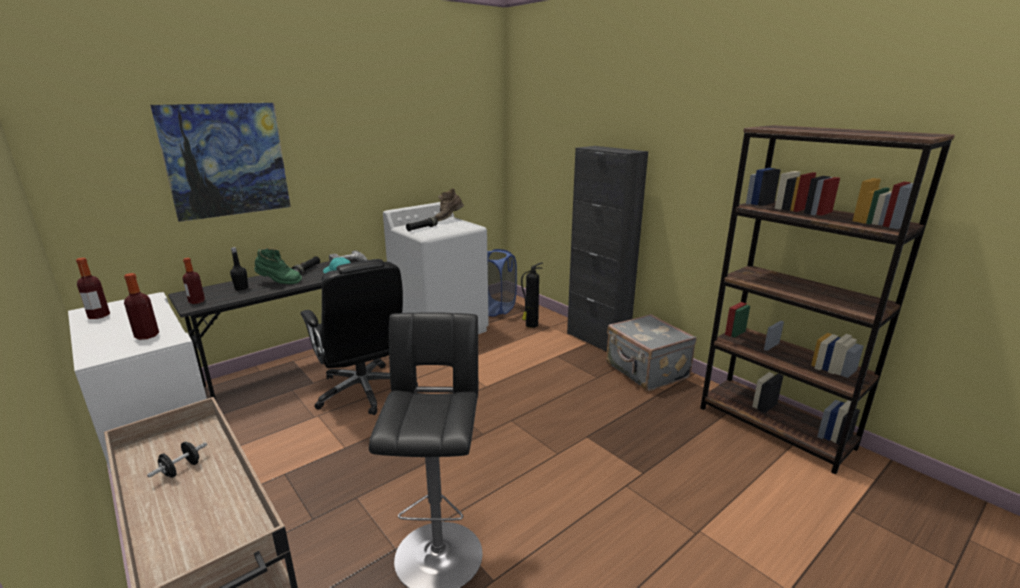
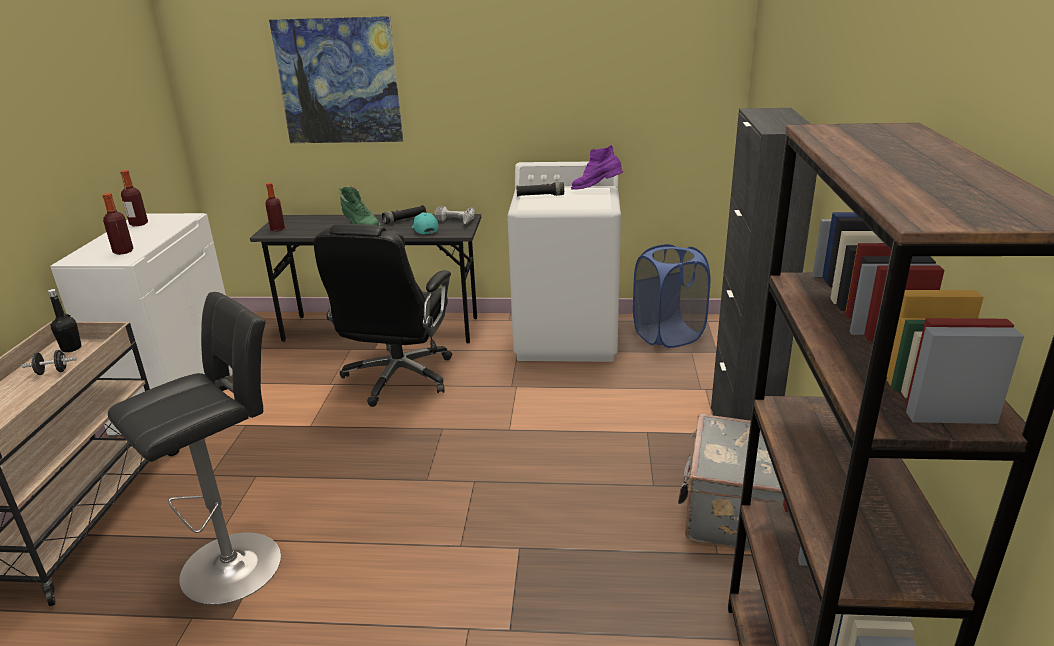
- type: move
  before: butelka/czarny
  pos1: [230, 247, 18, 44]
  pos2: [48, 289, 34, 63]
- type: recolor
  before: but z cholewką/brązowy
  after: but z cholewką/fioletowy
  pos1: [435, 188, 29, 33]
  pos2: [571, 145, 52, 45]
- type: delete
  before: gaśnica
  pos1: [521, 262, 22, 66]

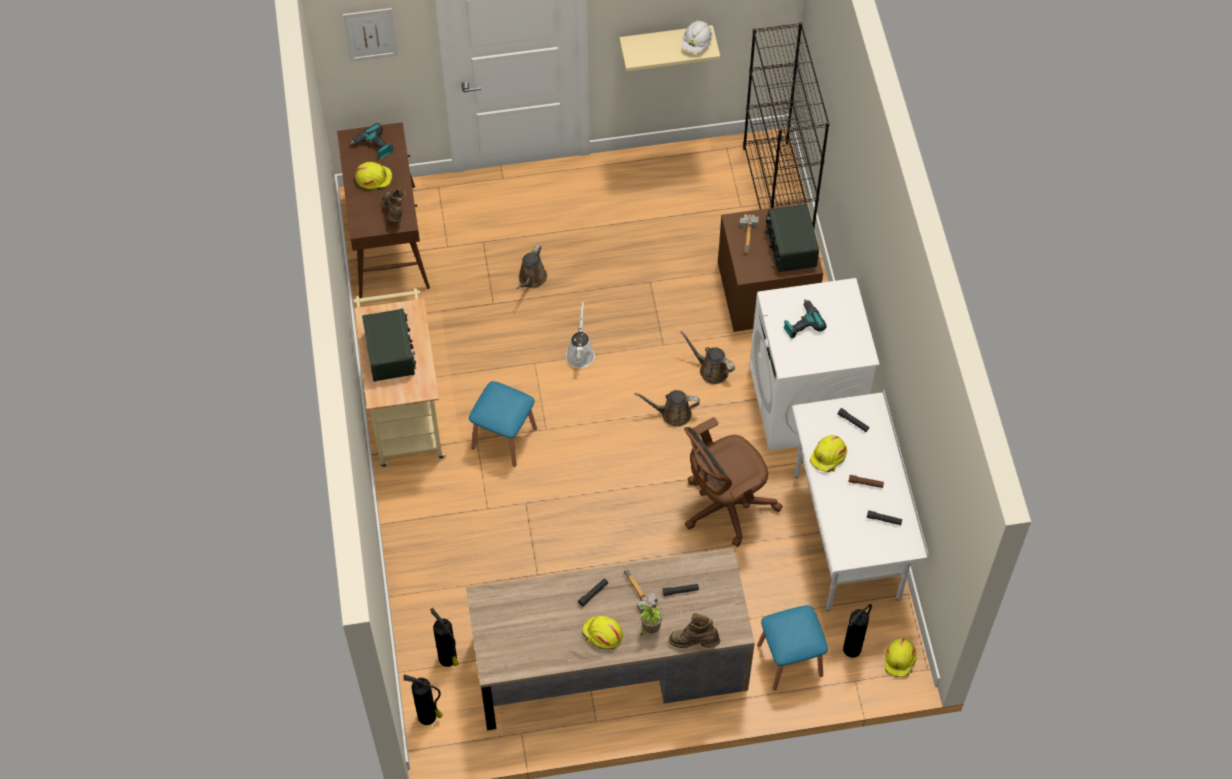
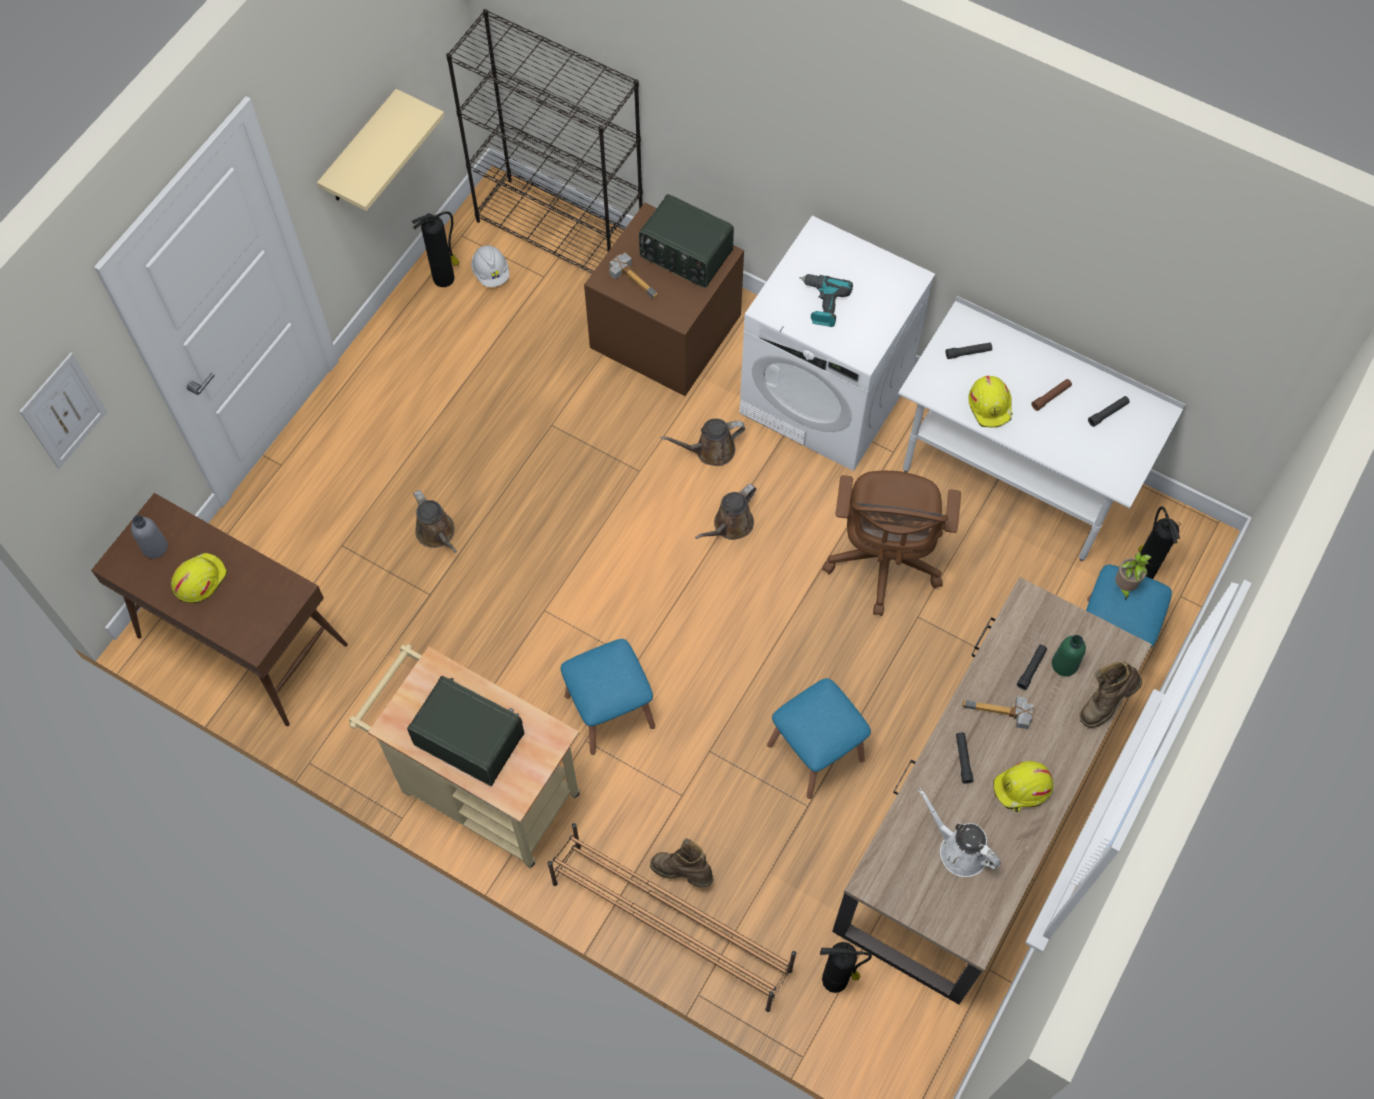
- type: replace
  before: wiertarka
  after: butelka/szary
  pos1: [350, 123, 43, 36]
  pos2: [131, 515, 37, 44]
- type: move
  before: gaśnica
  pos1: [403, 675, 40, 50]
  pos2: [412, 211, 47, 76]
- type: move
  before: kask/biały
  pos1: [682, 20, 31, 33]
  pos2: [471, 245, 38, 42]
- type: insert
  after: regał na buty/brązowy
  pos2: [548, 823, 248, 189]
- type: move
  before: but z cholewką/brązowy
  pos1: [382, 188, 24, 34]
  pos2: [650, 838, 63, 50]
- type: insert
  after: stołek/niebieski
  pos2: [767, 678, 104, 121]
- type: move
  before: konewka/biały
  pos1: [566, 301, 29, 67]
  pos2: [918, 788, 83, 89]
- type: insert
  after: butelka/zielony
  pos2: [1052, 635, 34, 41]
- type: move
  before: roślina doniczkowa
  pos1: [639, 605, 23, 30]
  pos2: [1115, 552, 36, 48]
- type: delete
  before: kask/żółty
  pos1: [885, 638, 32, 39]

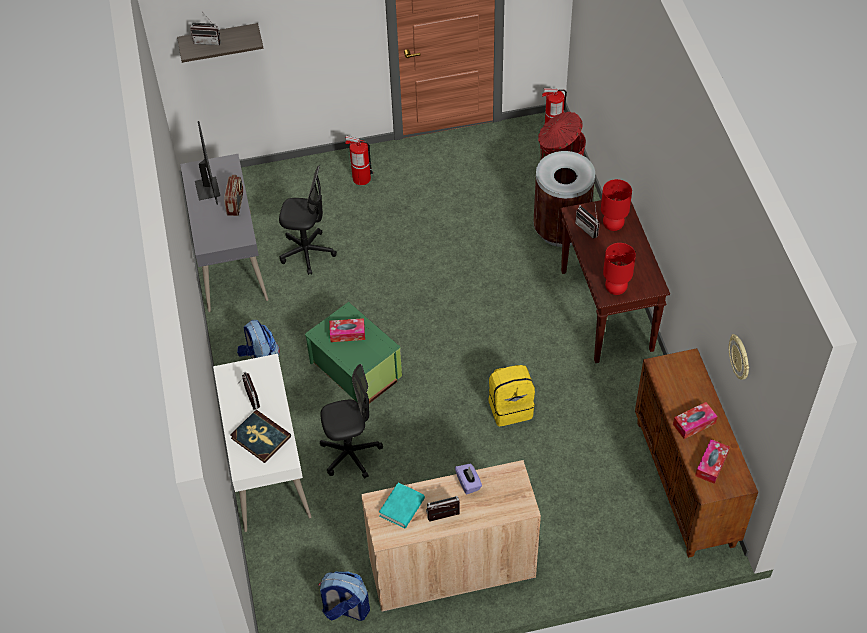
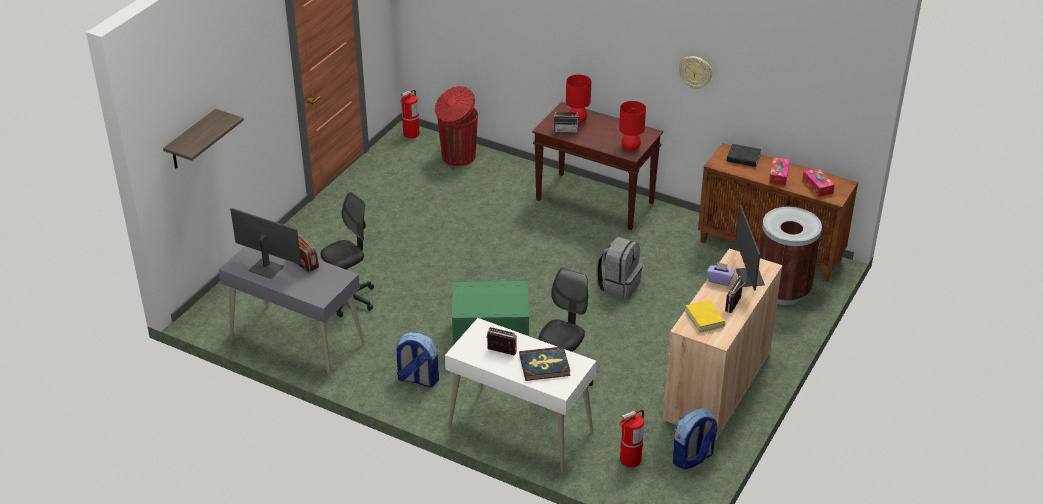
- type: recolor
  before: plecak/żółty
  after: plecak/szary
  pos1: [488, 365, 47, 61]
  pos2: [596, 237, 47, 63]
- type: move
  before: gaśnica
  pos1: [345, 135, 28, 50]
  pos2: [620, 410, 24, 57]
- type: move
  before: zegar ścienny
  pos1: [729, 334, 20, 46]
  pos2: [679, 56, 33, 33]
- type: recolor
  before: książka/turkusowy
  after: książka/żółty
  pos1: [379, 482, 46, 46]
  pos2: [685, 300, 40, 33]
- type: insert
  after: książka/czarny
  pos2: [727, 144, 34, 23]
- type: insert
  after: monitor
  pos2: [736, 205, 29, 85]
- type: move
  before: kosz na śmieci/brązowy
  pos1: [533, 151, 62, 96]
  pos2: [759, 207, 63, 98]
- type: delete
  before: radio
  pos1: [190, 13, 31, 32]
- type: delete
  before: pudełko chusteczek
  pos1: [329, 318, 36, 24]

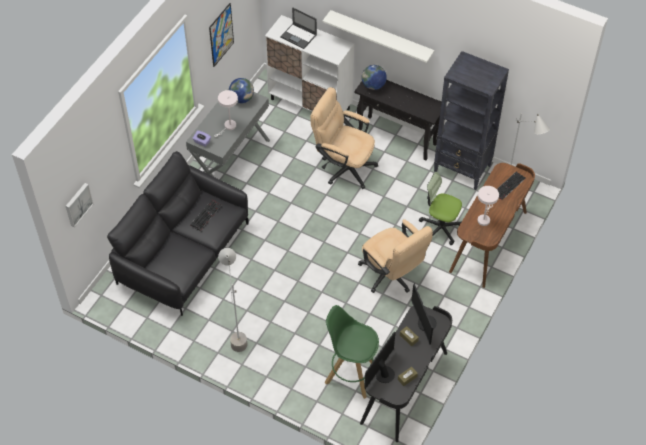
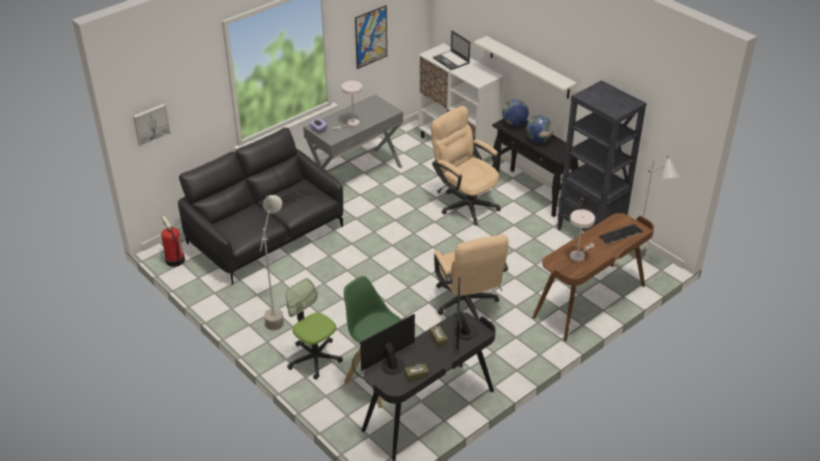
- type: insert
  after: gaśnica
  pos2: [161, 216, 24, 51]
- type: move
  before: krzesło biurowe
  pos1: [419, 172, 43, 73]
  pos2: [286, 278, 57, 102]
- type: move
  before: globus
  pos1: [229, 78, 25, 25]
  pos2: [526, 116, 27, 27]

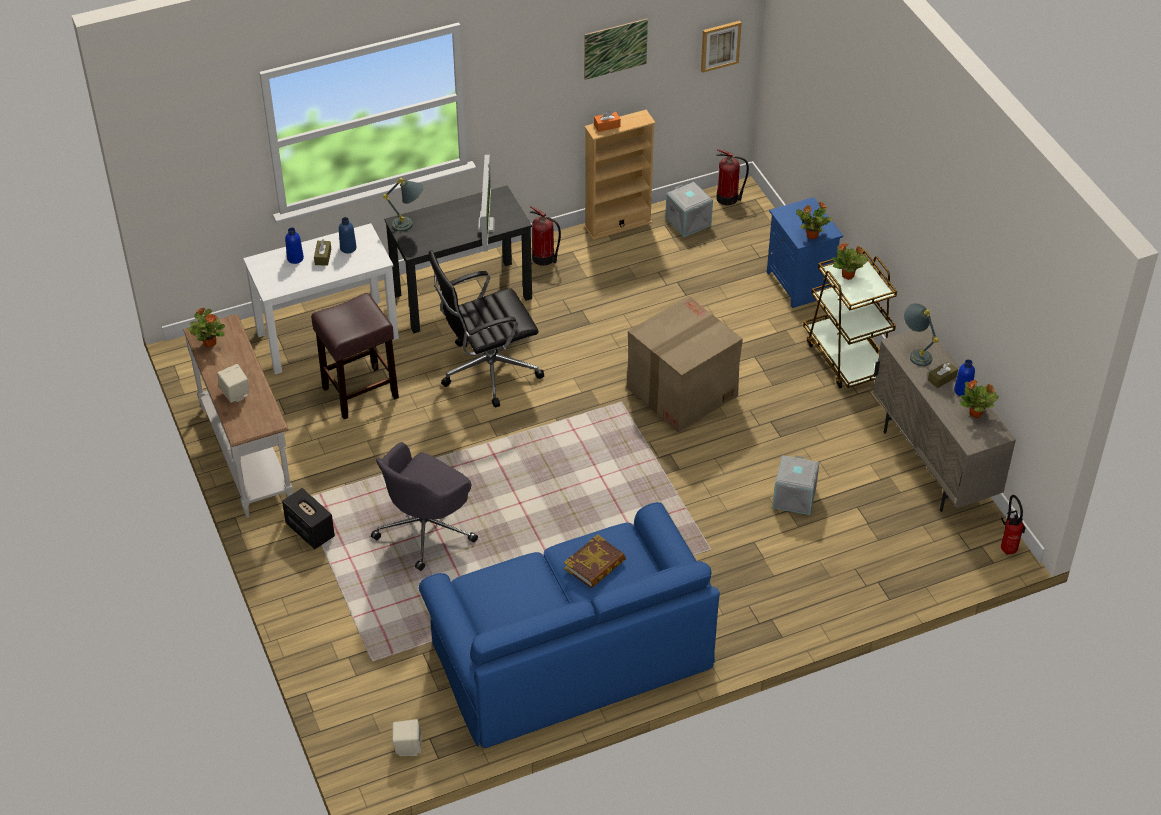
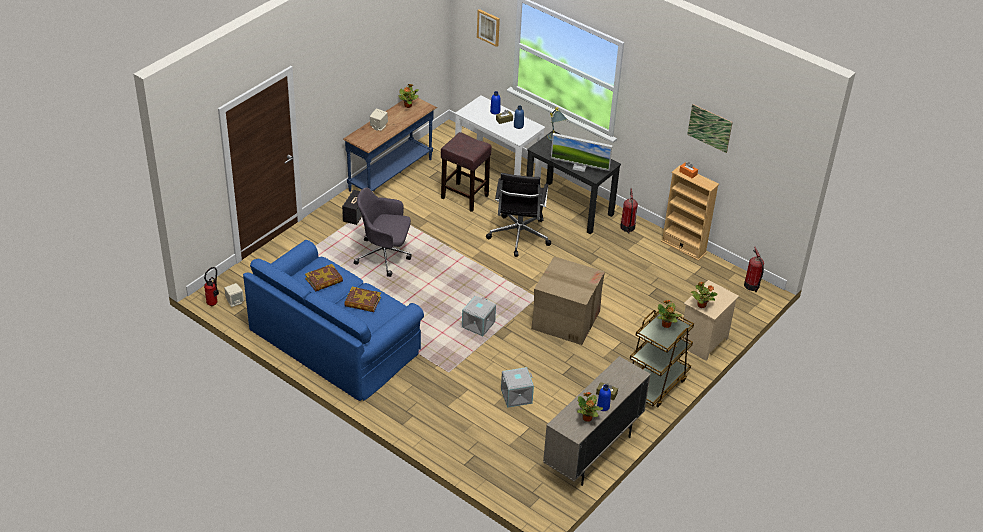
- type: move
  before: gaśnica
  pos1: [1001, 495, 25, 60]
  pos2: [204, 267, 15, 40]
- type: insert
  after: książka
  pos2: [305, 264, 38, 28]
- type: recolor
  before: stolik konsolowy/biały
  after: stolik konsolowy/niebieski
  pos1: [183, 314, 110, 204]
  pos2: [343, 98, 94, 94]
- type: move
  before: pojemnik do przechowywania/szary
  pos1: [665, 182, 48, 55]
  pos2: [462, 296, 34, 40]
- type: move
  before: obraz
  pos1: [701, 21, 41, 52]
  pos2: [477, 9, 23, 38]
- type: rotate
  before: krzesło biurowe/czarny
  pos1: [428, 250, 116, 157]
  pos2: [486, 173, 65, 84]
  turn: -120
- type: rotate
  before: monitor
  pos1: [477, 155, 18, 97]
  pos2: [551, 133, 61, 39]
  turn: 45
- type: recolor
  before: szafka nocna/niebieski
  after: szafka nocna/beżowy
  pos1: [767, 197, 76, 111]
  pos2: [682, 280, 57, 81]
- type: delete
  before: lampa stołowa/szary
  pos1: [904, 303, 35, 63]

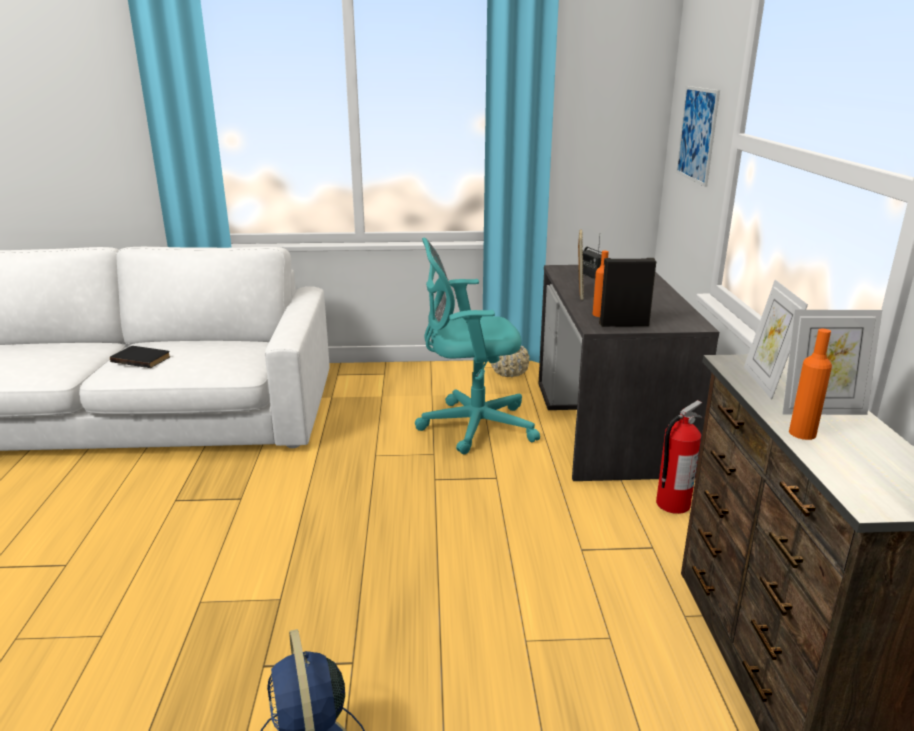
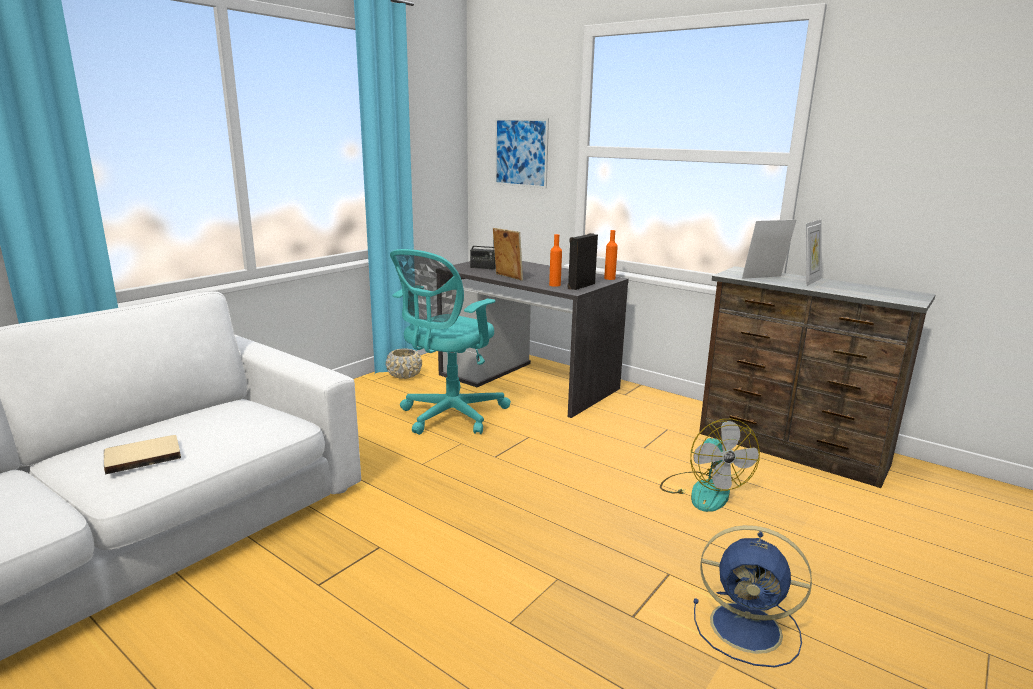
- type: recolor
  before: książka/czarny
  after: książka/beżowy
  pos1: [110, 346, 61, 22]
  pos2: [104, 435, 77, 39]
- type: move
  before: butelka/pomarańczowy
  pos1: [789, 329, 43, 111]
  pos2: [604, 230, 14, 50]
- type: insert
  after: wentylator
  pos2: [660, 419, 100, 93]
- type: rotate
  before: ramka na zdjęcie
  pos1: [744, 280, 64, 120]
  pos2: [742, 220, 54, 59]
  turn: 120
- type: delete
  before: gaśnica
  pos1: [656, 400, 46, 114]

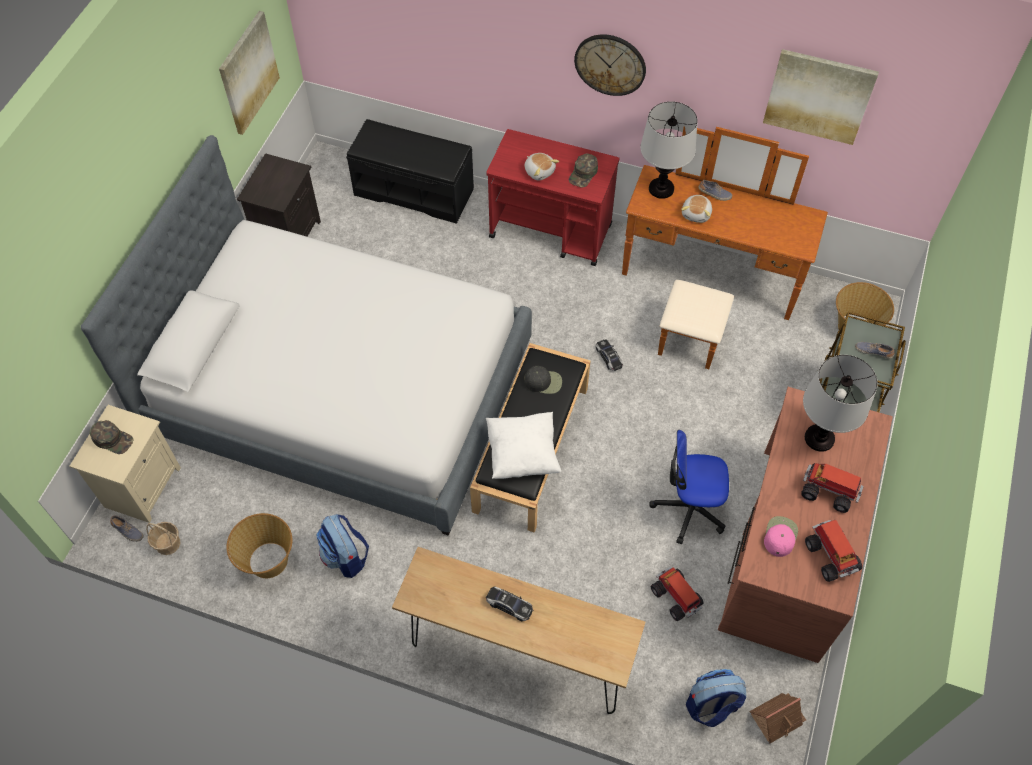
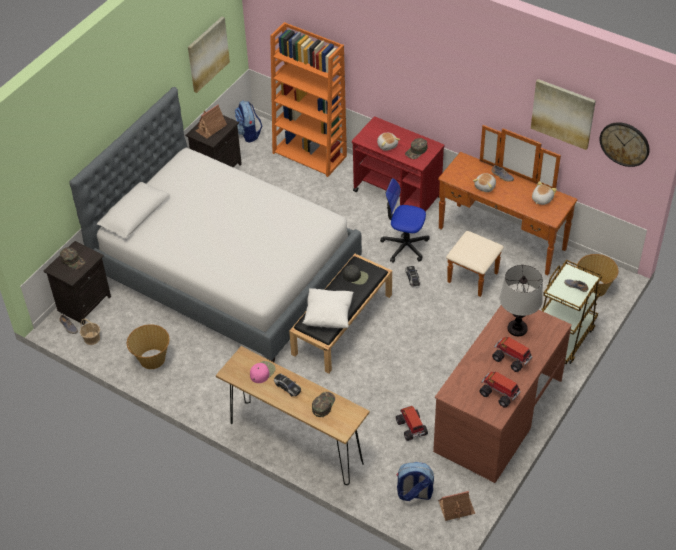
- type: recolor
  before: szafka nocna/beżowy
  after: szafka nocna/czarny
  pos1: [70, 405, 111, 118]
  pos2: [44, 241, 67, 84]
- type: insert
  after: domek
  pos2: [196, 104, 31, 35]
- type: move
  before: plecak
  pos1: [316, 514, 53, 64]
  pos2: [235, 100, 27, 43]
- type: move
  before: czapka z daszkiem/różowy
  pos1: [764, 516, 34, 41]
  pos2: [250, 361, 26, 22]
- type: replace
  before: ławka/czarny
  after: regał/pomarańczowy
  pos1: [346, 119, 128, 105]
  pos2: [270, 22, 77, 155]
- type: insert
  after: czapka z daszkiem/zielony
  pos2: [312, 392, 23, 25]
- type: move
  before: krzesło biurowe
  pos1: [650, 430, 79, 115]
  pos2: [380, 178, 50, 85]
- type: rotate
  before: ciężarówka zabawkowa
  pos1: [805, 520, 57, 62]
  pos2: [480, 372, 41, 36]
  turn: 135
- type: insert
  after: pluszak
  pos2: [532, 181, 25, 24]
- type: move
  before: zegar ścienny
  pos1: [574, 34, 72, 62]
  pos2: [600, 122, 50, 45]
- type: delete
  before: lampa stołowa
  pos1: [640, 101, 58, 98]

